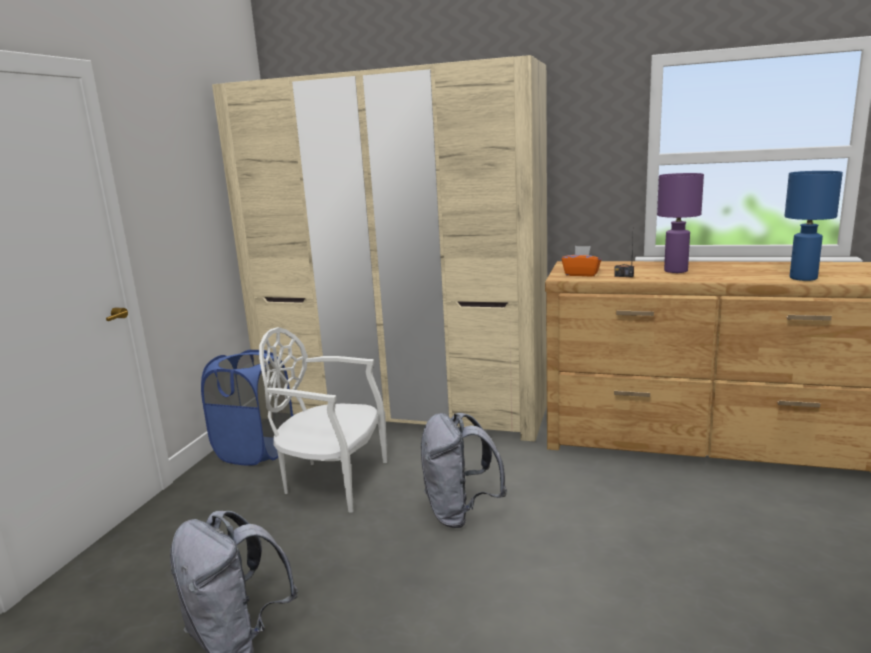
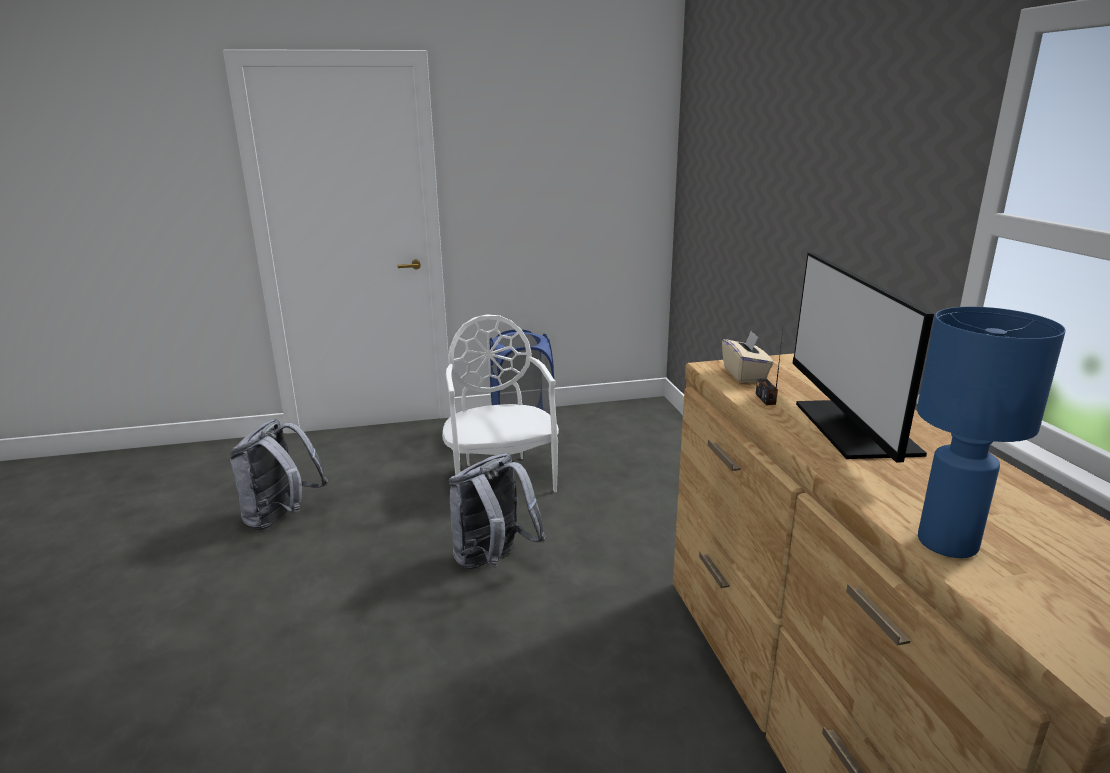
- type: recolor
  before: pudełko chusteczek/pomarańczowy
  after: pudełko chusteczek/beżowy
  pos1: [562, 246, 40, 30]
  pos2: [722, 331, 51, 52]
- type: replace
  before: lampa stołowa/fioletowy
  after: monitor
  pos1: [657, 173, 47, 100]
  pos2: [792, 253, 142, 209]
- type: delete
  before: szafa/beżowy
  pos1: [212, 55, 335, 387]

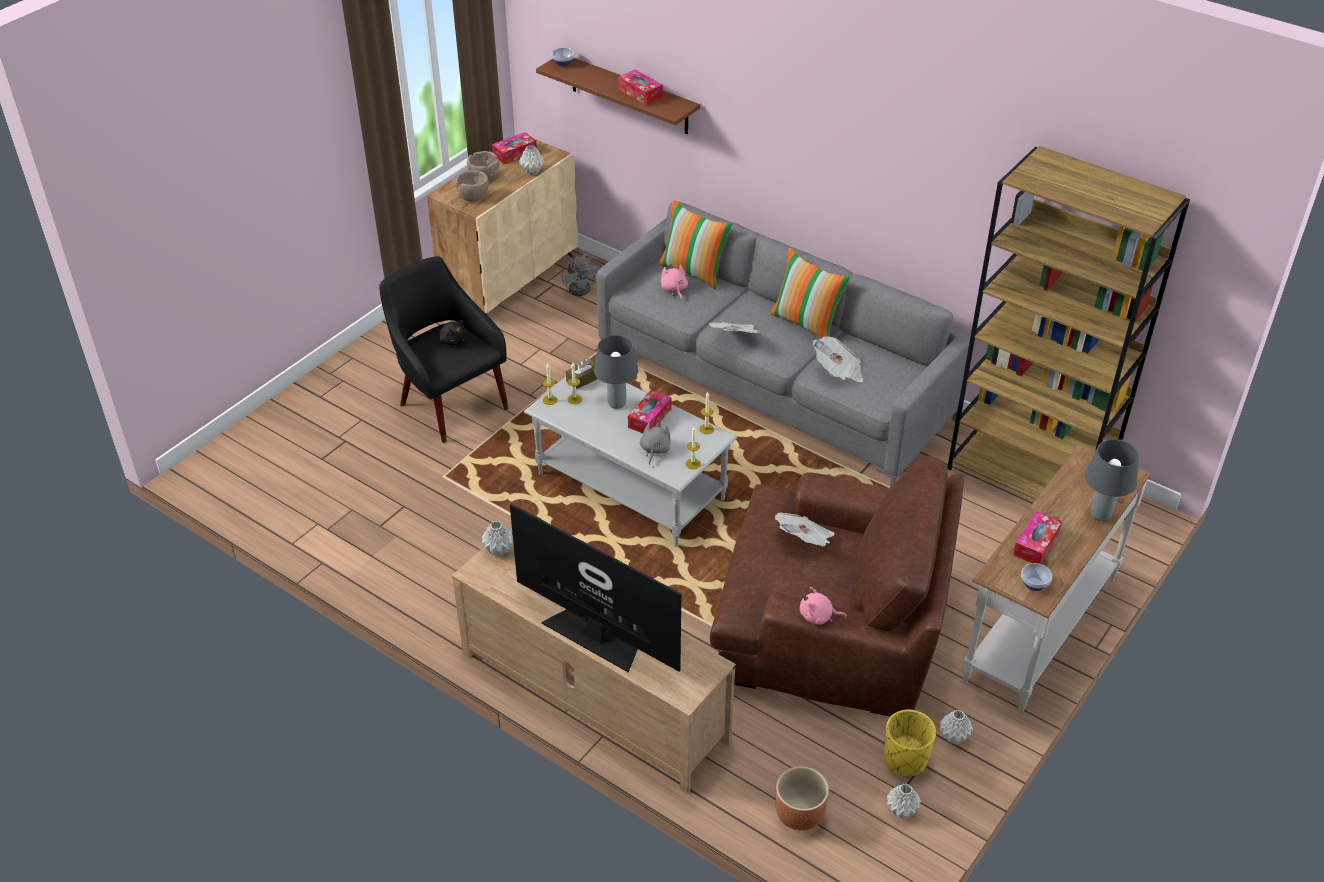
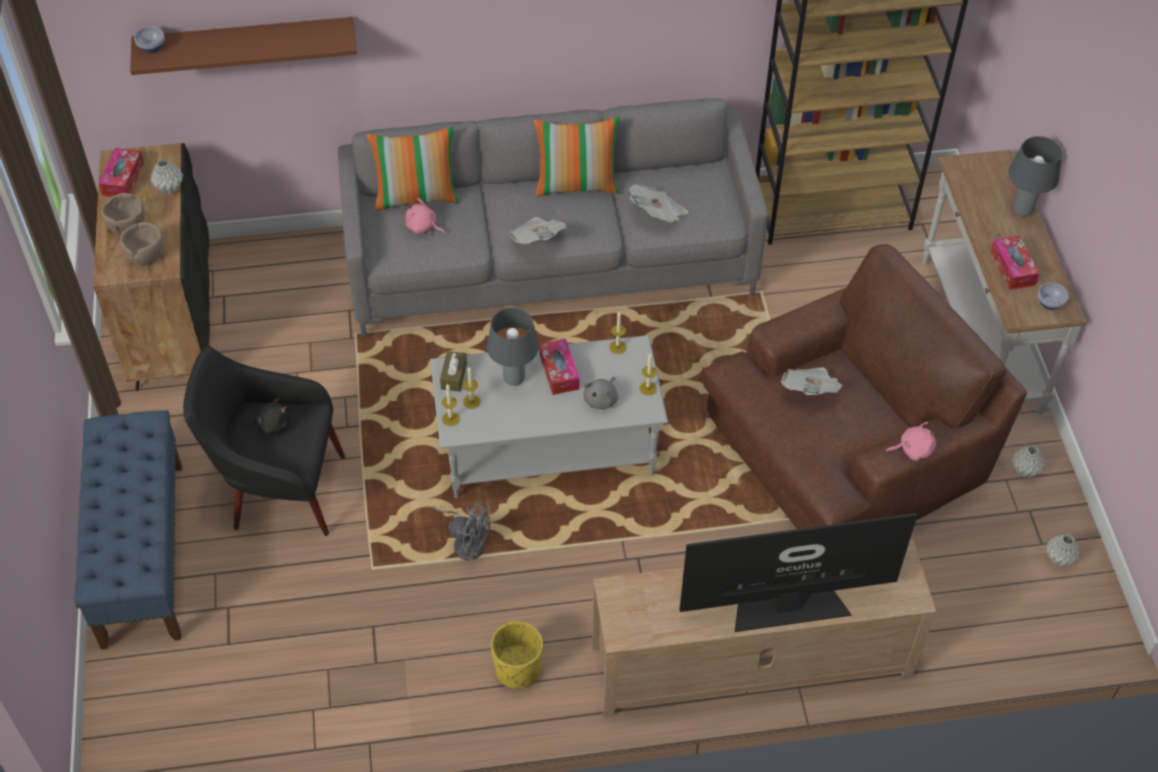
- type: insert
  after: ławka/niebieski
  pos2: [75, 410, 107, 240]
- type: recolor
  before: szafka/beżowy
  after: szafka/czarny
  pos1: [427, 139, 151, 175]
  pos2: [93, 143, 117, 248]
- type: move
  before: wentylator/szary
  pos1: [562, 250, 38, 46]
  pos2: [433, 503, 57, 57]
- type: move
  before: donica/żółty
  pos1: [884, 710, 52, 67]
  pos2: [491, 621, 52, 68]
- type: rotate
  before: pluszak/szary
  pos1: [640, 421, 31, 44]
  pos2: [583, 377, 36, 32]
  turn: -120
- type: rotate
  before: pluszak/różowy
  pos1: [800, 587, 47, 38]
  pos2: [886, 422, 51, 39]
  turn: -150
- type: delete
  before: wazon/szary
  pos1: [482, 521, 31, 35]
- type: delete
  before: pudełko chusteczek
  pos1: [618, 70, 45, 35]
- type: delete
  before: donica/brązowy
  pos1: [775, 766, 54, 65]

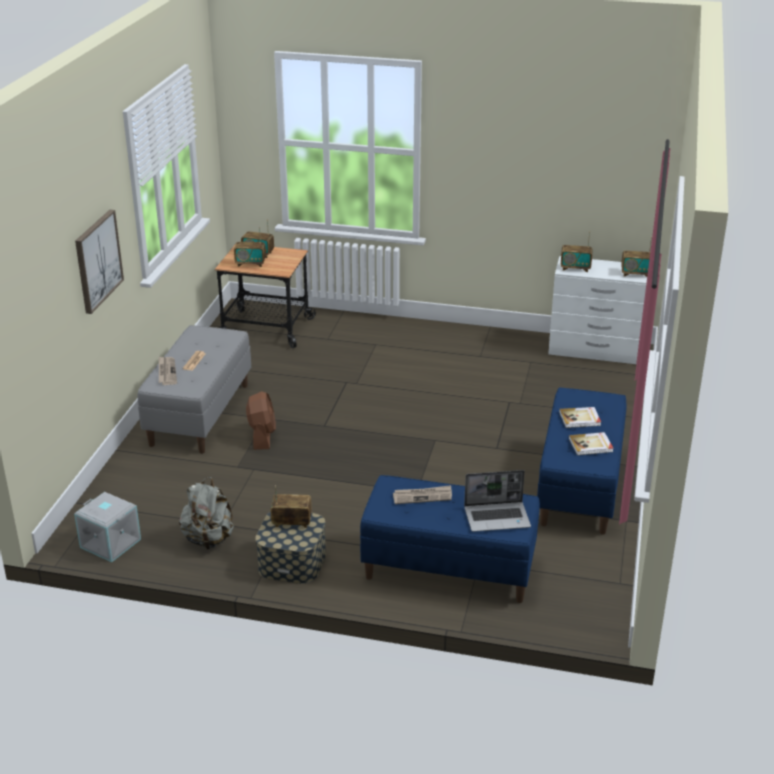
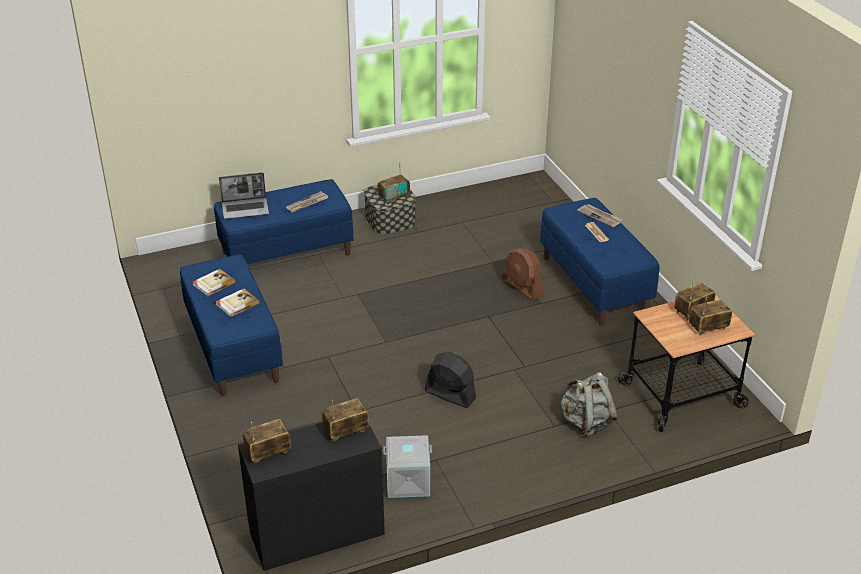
- type: rotate
  before: laptop
  pos1: [464, 470, 67, 62]
  pos2: [219, 172, 50, 47]
  turn: -150
- type: recolor
  before: komoda/biały
  after: komoda/czarny
  pos1: [548, 256, 99, 108]
  pos2: [238, 422, 147, 149]
- type: move
  before: pojemnik do przechowywania/szary
  pos1: [74, 492, 67, 70]
  pos2: [383, 435, 49, 63]
- type: insert
  after: wentylator/czarny
  pos2: [424, 352, 52, 56]
- type: recolor
  before: ławka/szary
  after: ławka/niebieski
  pos1: [138, 325, 113, 129]
  pos2: [540, 198, 119, 128]
- type: move
  before: plecak/szary
  pos1: [179, 477, 55, 73]
  pos2: [560, 372, 58, 64]
- type: delete
  before: obraz
  pos1: [75, 210, 49, 104]

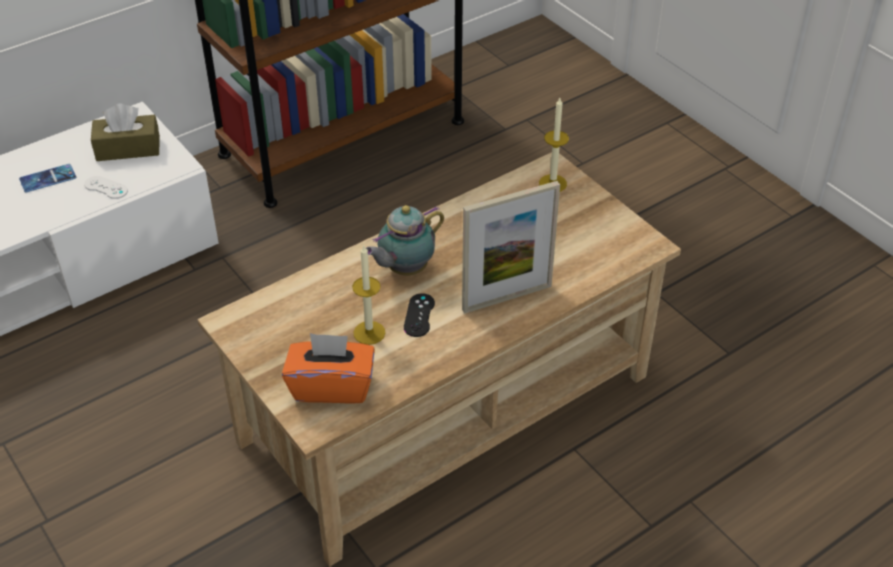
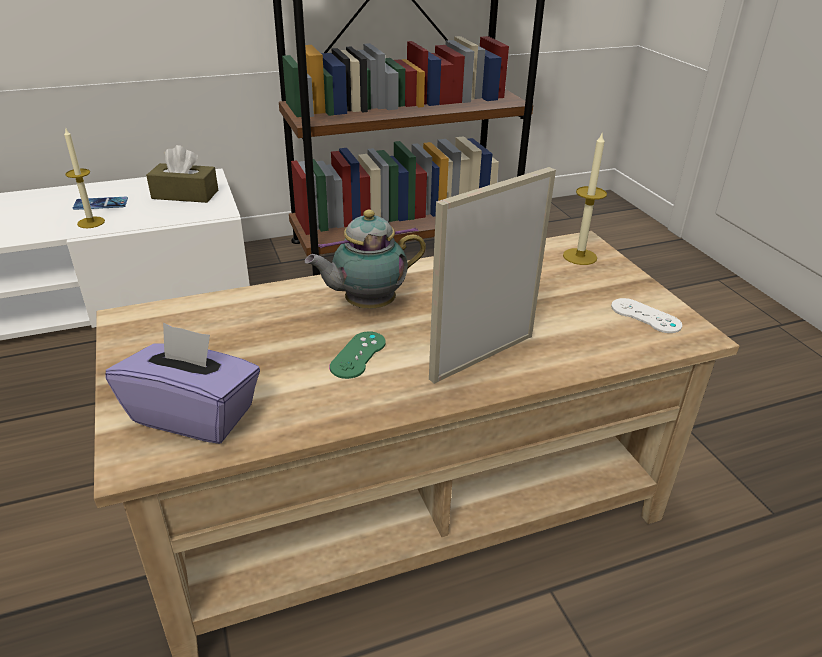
- type: move
  before: świeca
  pos1: [352, 245, 33, 100]
  pos2: [64, 127, 41, 101]
- type: recolor
  before: pudełko chusteczek/pomarańczowy
  after: pudełko chusteczek/fioletowy
  pos1: [282, 333, 93, 71]
  pos2: [105, 322, 155, 122]
- type: recolor
  before: pad do gier/czarny
  after: pad do gier/zielony
  pos1: [404, 293, 31, 44]
  pos2: [329, 331, 57, 48]
- type: rotate
  before: ramka na zdjęcie
  pos1: [462, 181, 98, 133]
  pos2: [429, 167, 127, 217]
  turn: 150
- type: move
  before: pad do gier/biały
  pos1: [84, 176, 44, 23]
  pos2: [611, 298, 71, 35]

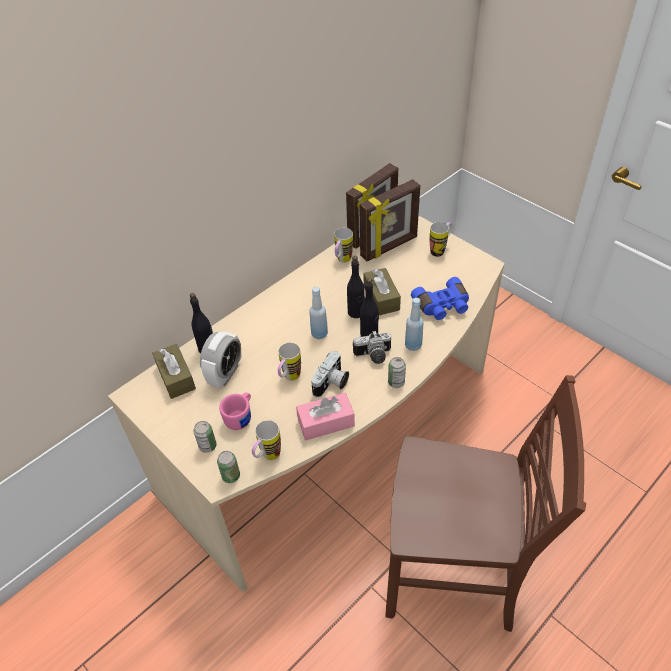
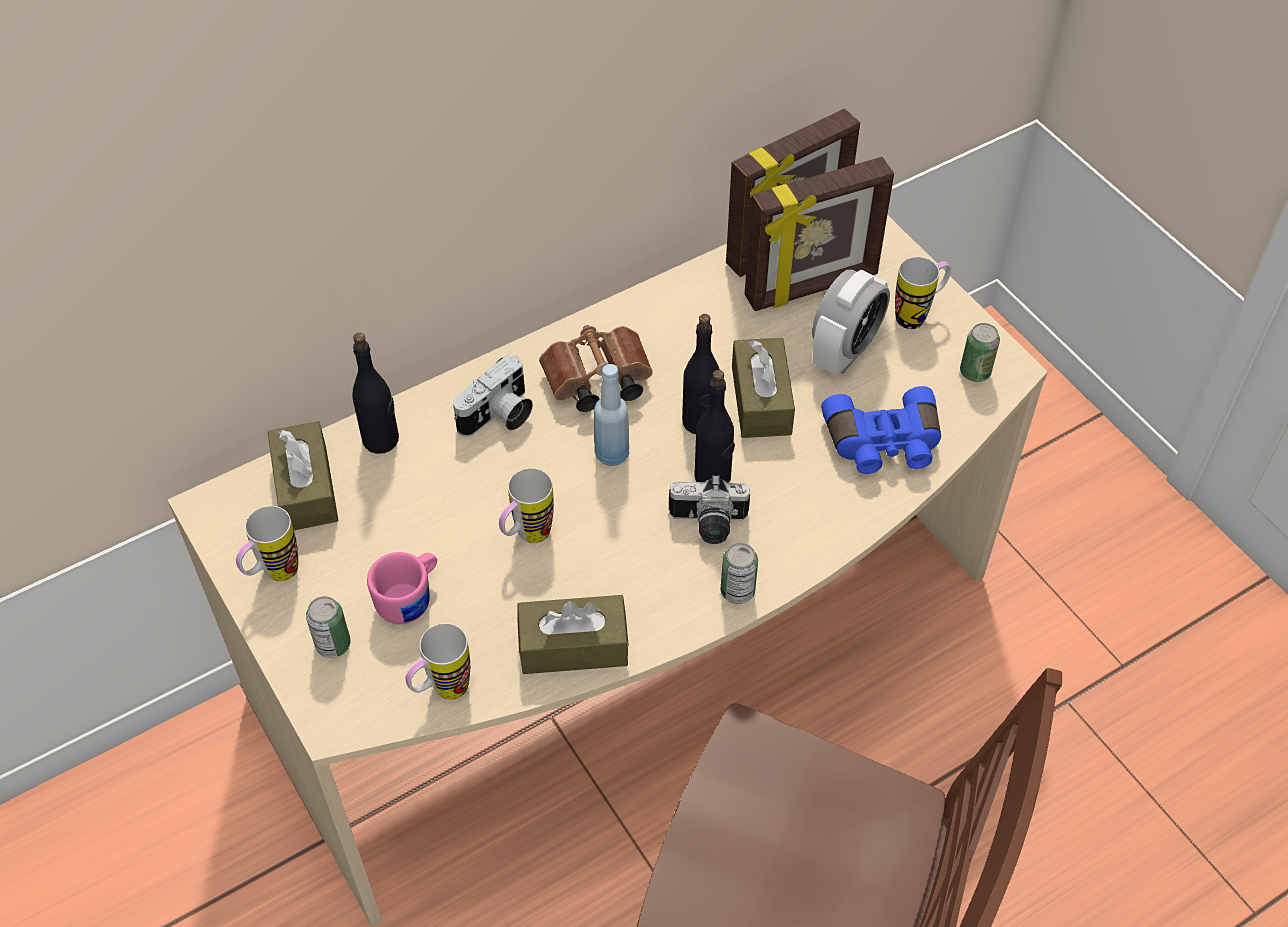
- type: move
  before: kubek
  pos1: [334, 228, 19, 35]
  pos2: [236, 506, 62, 75]
- type: move
  before: aparat fotograficzny
  pos1: [311, 351, 38, 46]
  pos2: [453, 355, 80, 82]
- type: recolor
  before: pudełko chusteczek/różowy
  after: pudełko chusteczek/brązowy
  pos1: [296, 393, 59, 47]
  pos2: [517, 595, 112, 79]
- type: insert
  after: lornetka/brązowy
  pos2: [539, 325, 114, 87]
- type: move
  before: budzik
  pos1: [200, 331, 42, 57]
  pos2: [812, 269, 78, 107]
- type: move
  before: puszka
  pos1: [217, 451, 23, 32]
  pos2: [960, 323, 40, 59]
- type: delete
  before: butelka/niebieski
  pos1: [405, 298, 19, 53]

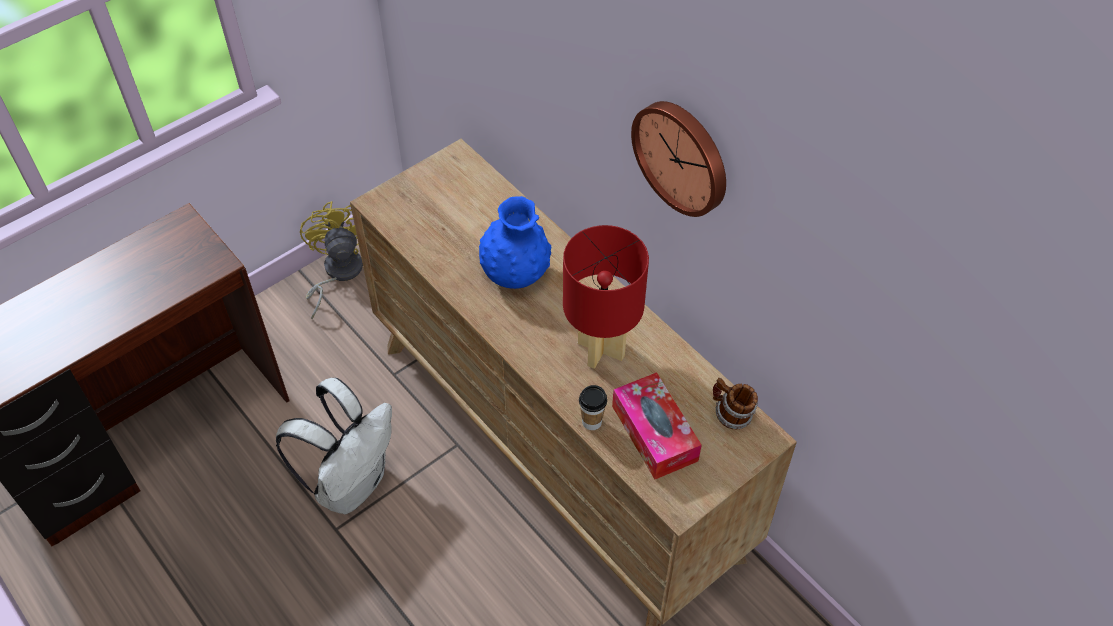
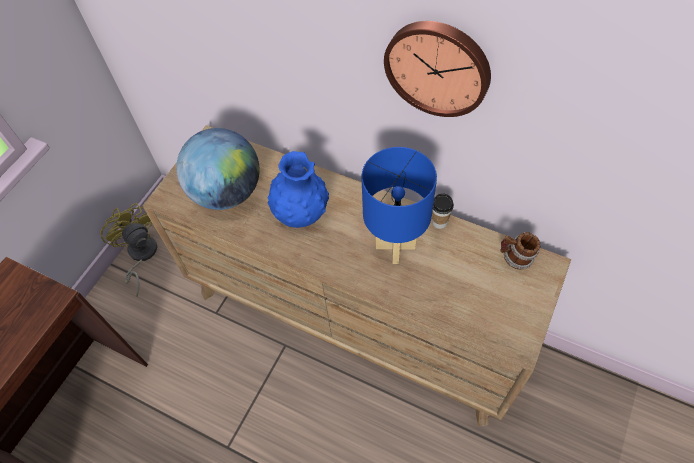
- type: insert
  after: globus
  pos2: [176, 128, 84, 82]
- type: recolor
  before: lampa stołowa/czerwony
  after: lampa stołowa/niebieski
  pos1: [563, 225, 86, 144]
  pos2: [361, 147, 76, 117]
- type: move
  before: filiżanka
  pos1: [579, 385, 28, 45]
  pos2: [432, 194, 22, 35]
- type: delete
  before: plecak/biały
  pos1: [276, 378, 116, 137]
- type: delete
  before: pudełko chusteczek
  pos1: [612, 372, 90, 107]

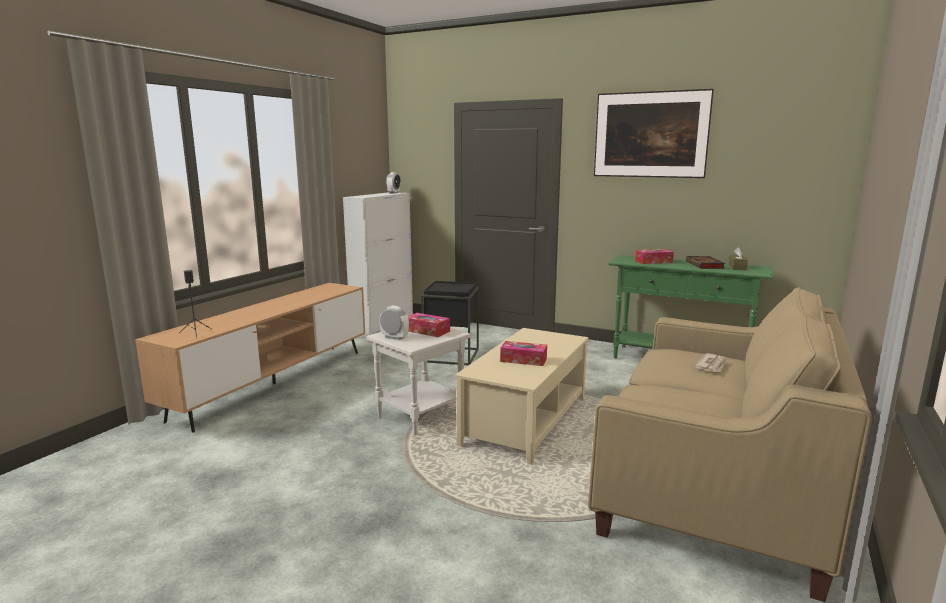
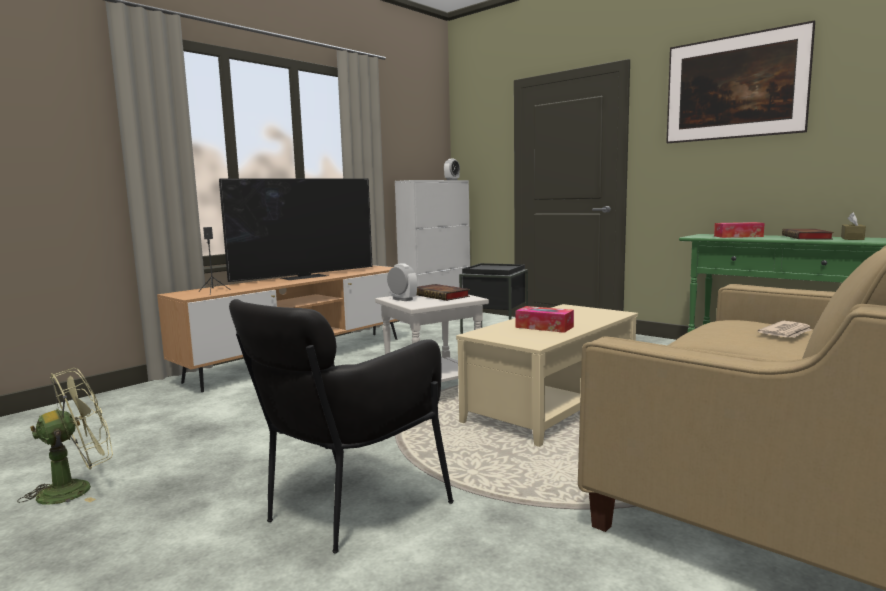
- type: insert
  after: wentylator/zielony
  pos2: [17, 368, 96, 137]
- type: insert
  after: telewizor
  pos2: [219, 178, 153, 104]
- type: insert
  after: fotel/czarny
  pos2: [229, 299, 225, 255]
- type: replace
  before: pudełko chusteczek
  after: książka
  pos1: [408, 313, 42, 24]
  pos2: [417, 284, 53, 17]

